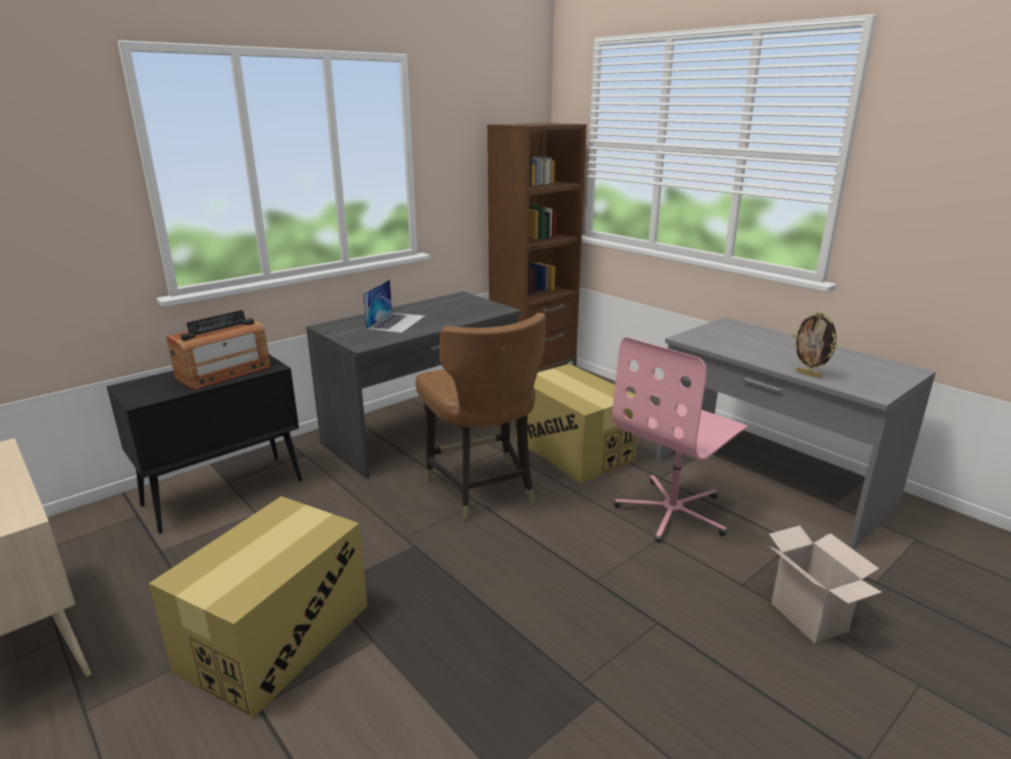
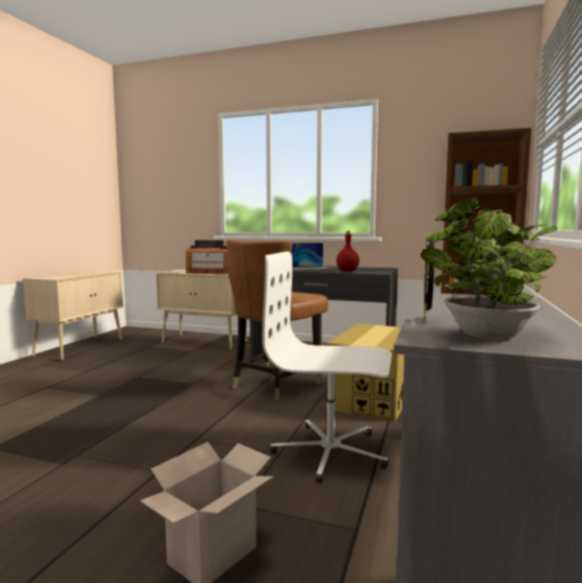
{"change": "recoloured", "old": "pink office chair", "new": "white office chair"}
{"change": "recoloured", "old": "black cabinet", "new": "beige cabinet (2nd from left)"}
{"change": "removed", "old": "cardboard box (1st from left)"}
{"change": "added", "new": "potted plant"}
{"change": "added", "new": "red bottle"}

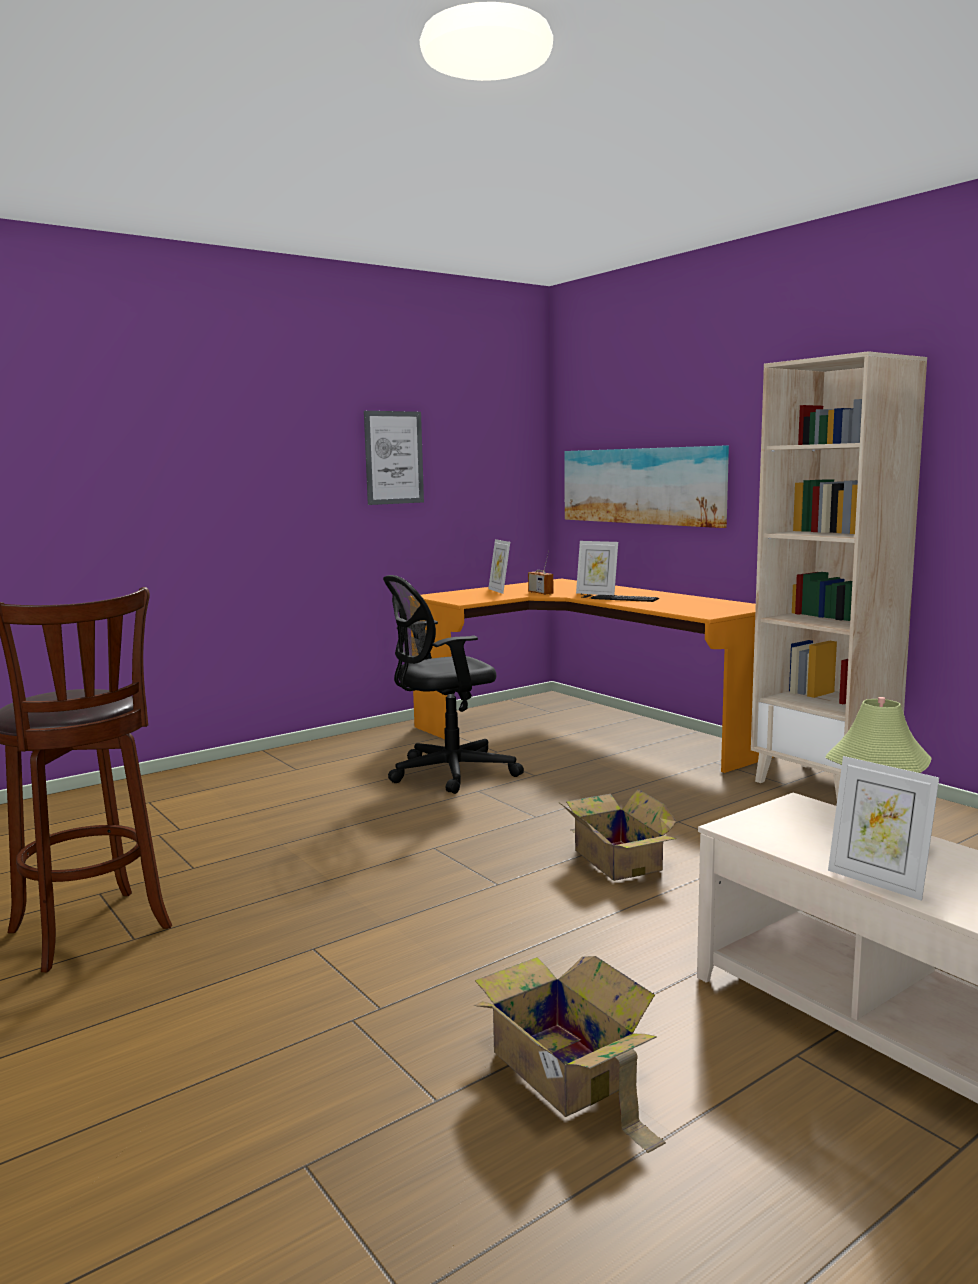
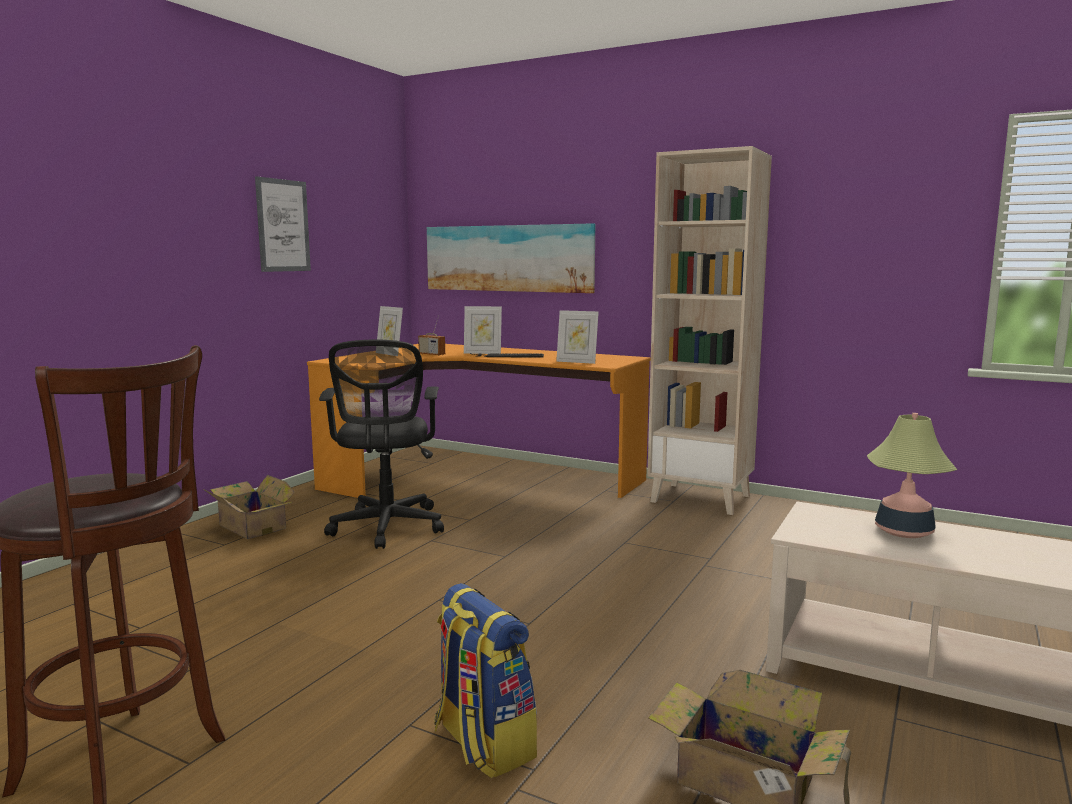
{"change": "turned", "old": "black office chair", "degrees": -45}
{"change": "moved", "old": "picture frame (3rd from left)"}
{"change": "moved", "old": "cardboard box (2nd from left in the first image)", "new": "cardboard box (1st from left)"}
{"change": "added", "new": "backpack"}

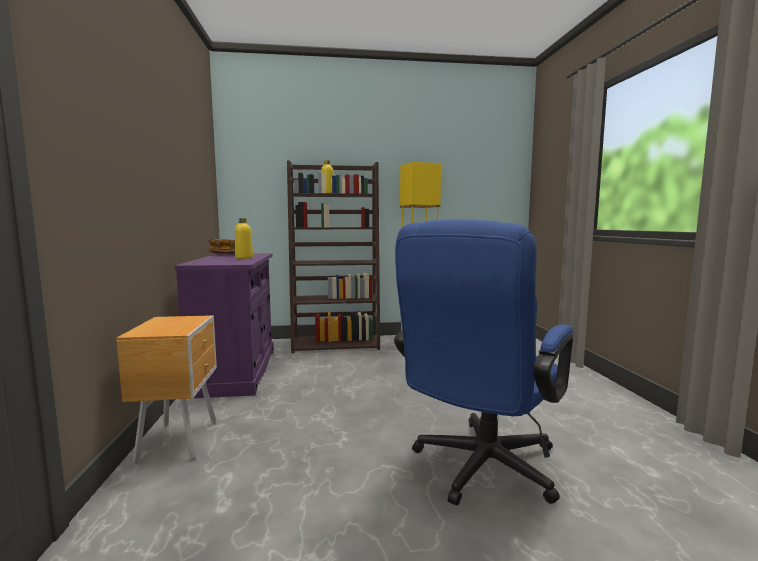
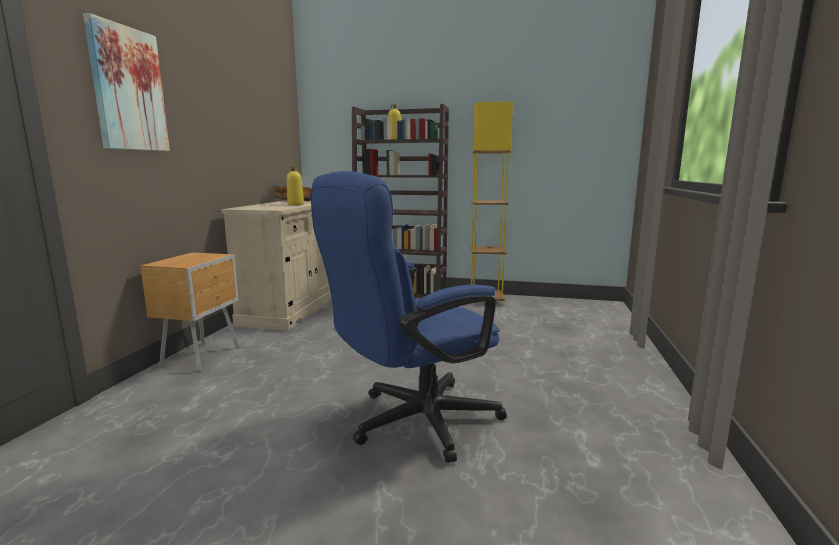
{"change": "recoloured", "old": "purple cabinet", "new": "beige cabinet"}
{"change": "added", "new": "picture"}

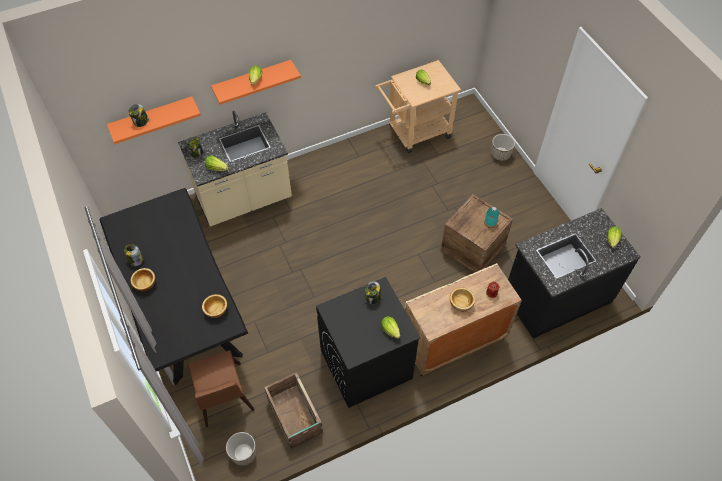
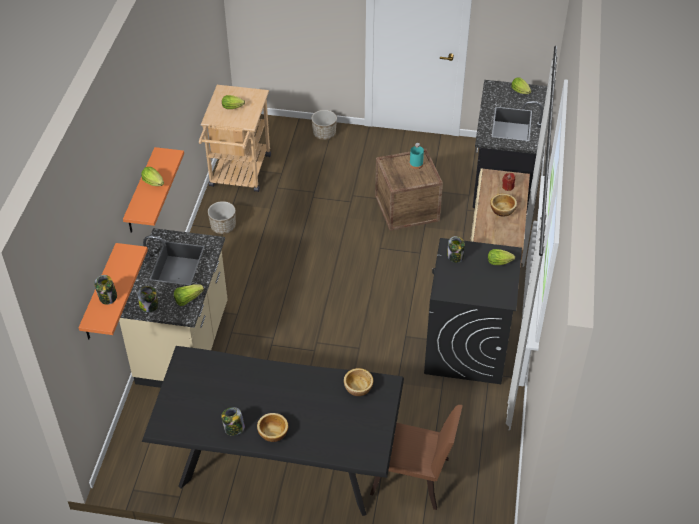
{"change": "removed", "old": "crate (1st from left)"}
{"change": "moved", "old": "planter (1st from left)"}

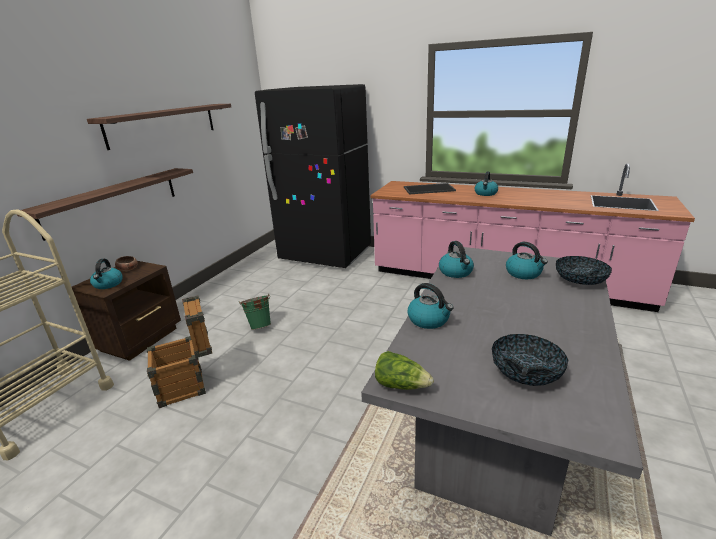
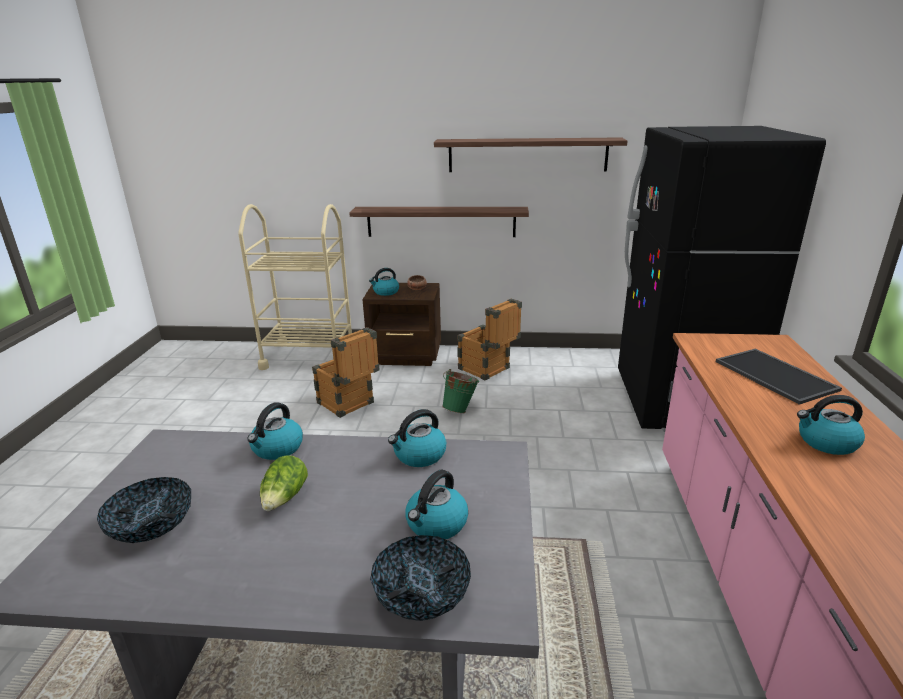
{"change": "moved", "old": "lettuce"}
{"change": "added", "new": "crate (2nd from left)"}

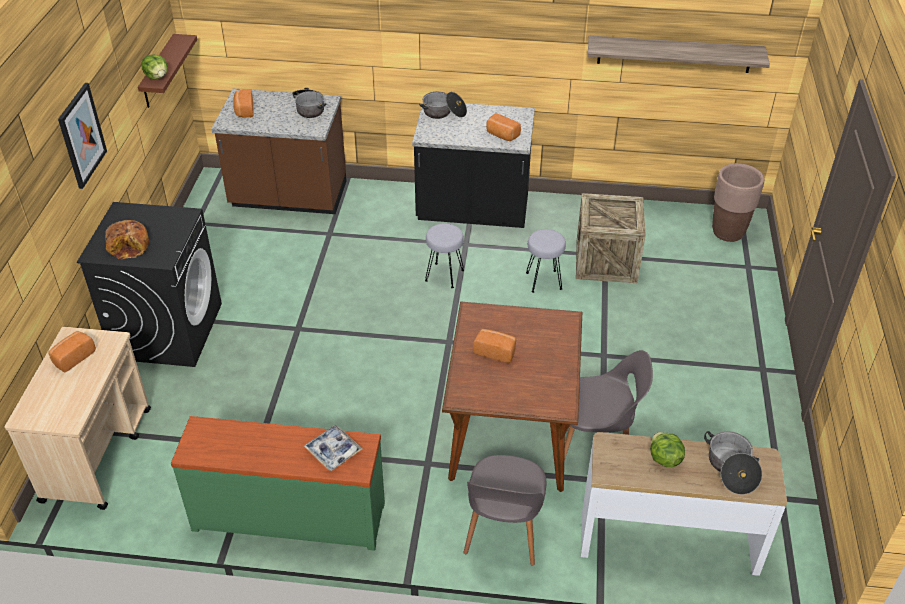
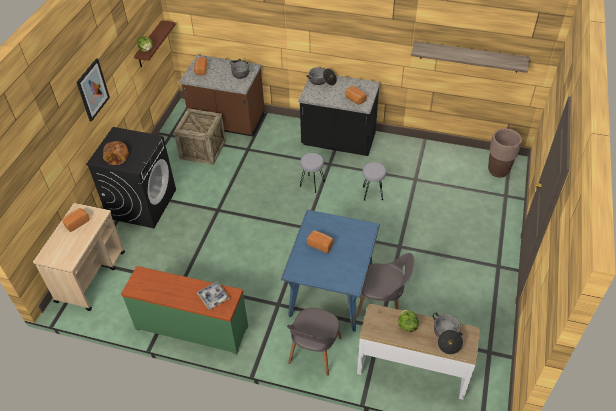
{"change": "moved", "old": "crate"}
{"change": "recoloured", "old": "brown dining table", "new": "blue dining table"}

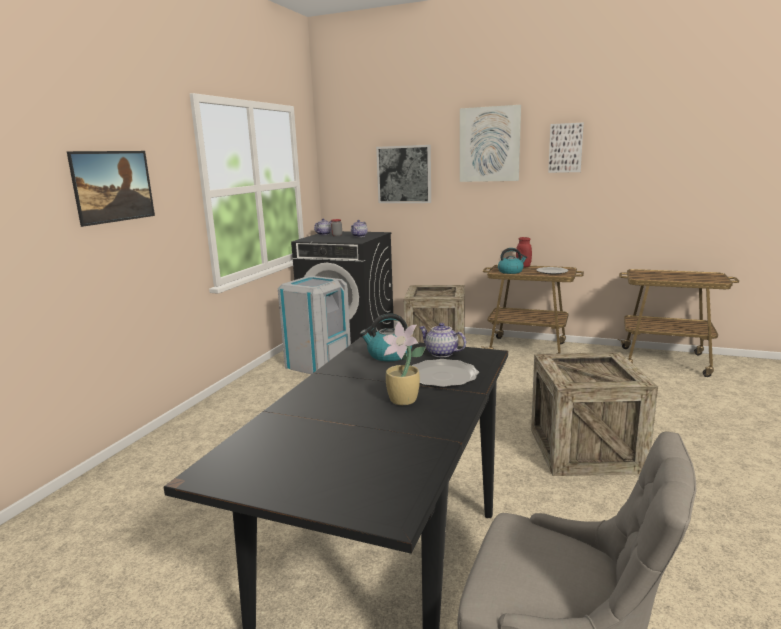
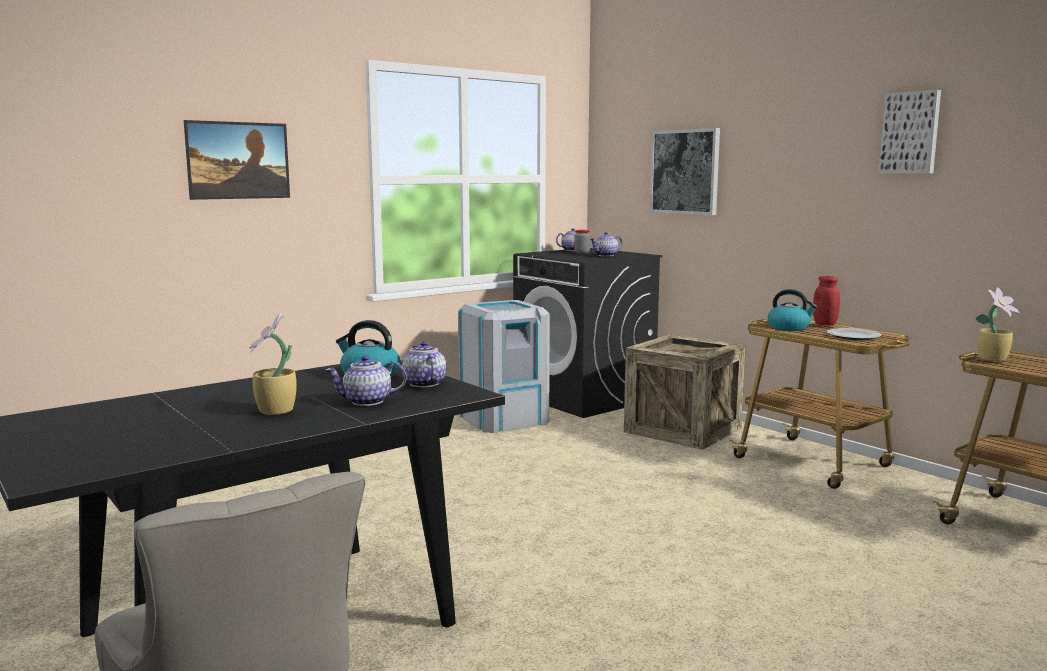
{"change": "removed", "old": "picture (3rd from left)"}
{"change": "removed", "old": "crate (2nd from left)"}
{"change": "replaced", "old": "plate (1st from left)", "new": "teapot (1st from left)"}
{"change": "added", "new": "potted plant (2nd from left)"}

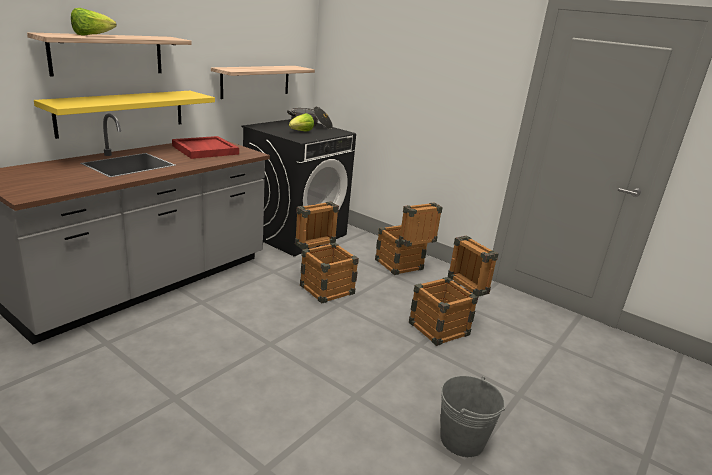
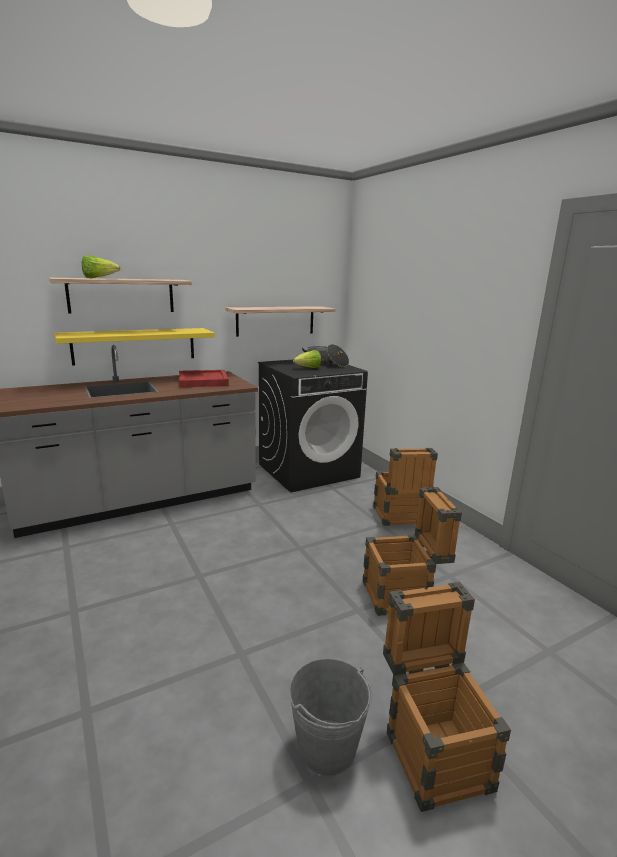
{"change": "moved", "old": "crate (1st from left in the first image)", "new": "crate (3rd from left)"}

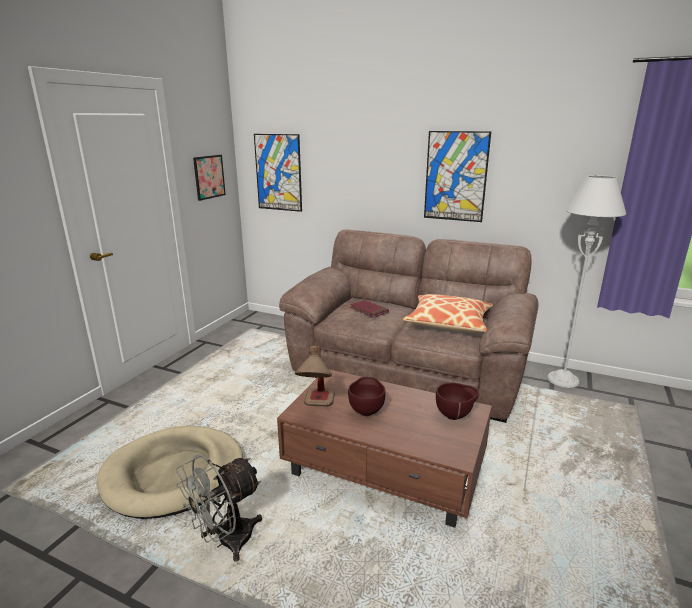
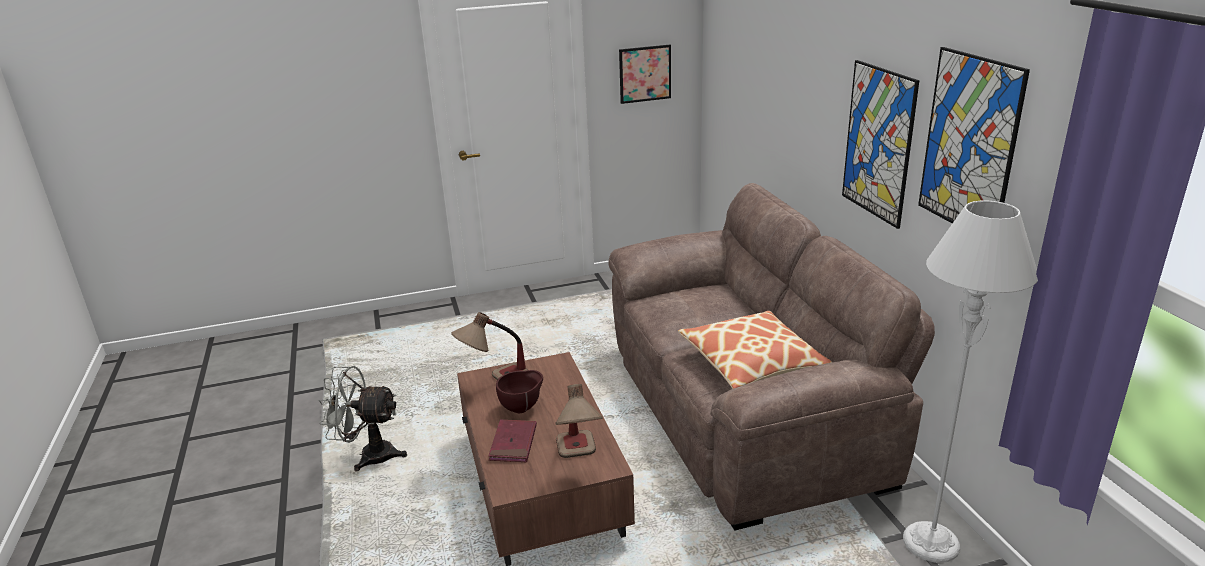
{"change": "moved", "old": "picture (2nd from left in the first image)", "new": "picture (3rd from left)"}
{"change": "moved", "old": "red book"}
{"change": "replaced", "old": "brown bowl (2nd from left)", "new": "table lamp (2nd from left)"}
{"change": "removed", "old": "beige dog bed"}

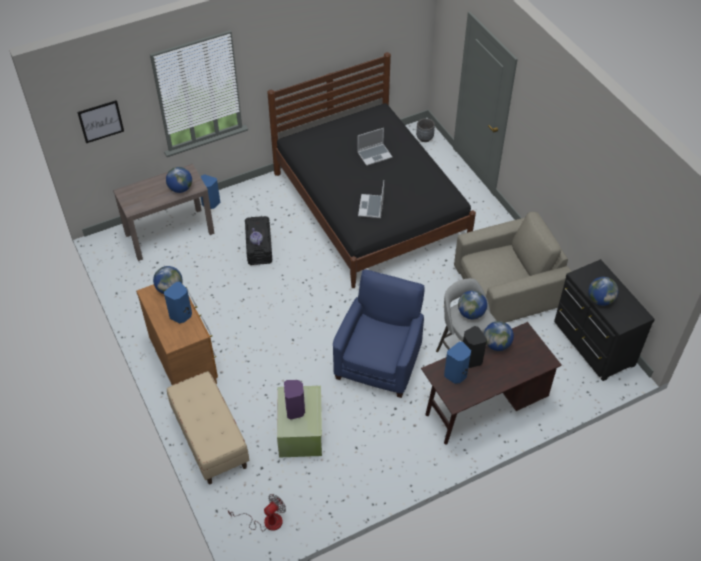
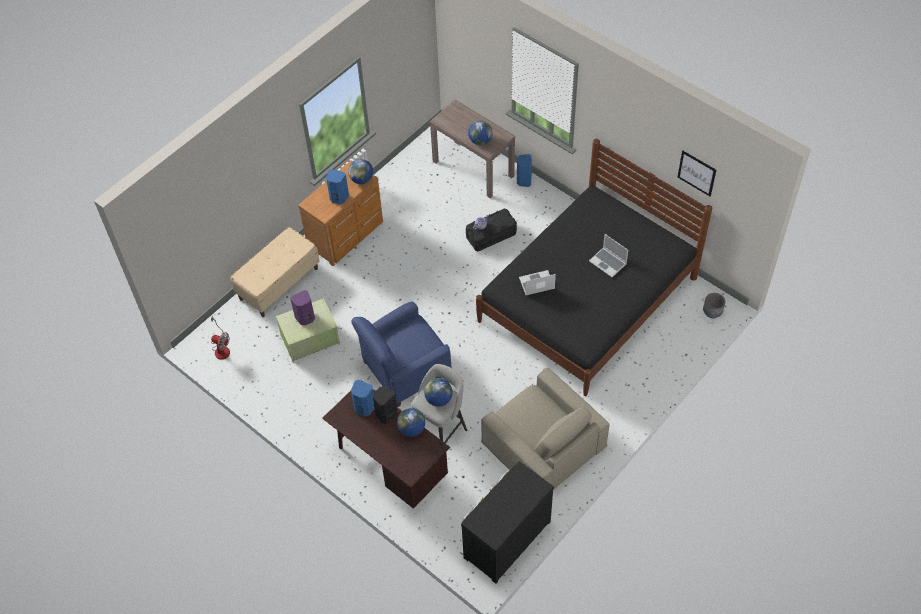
{"change": "moved", "old": "picture"}
{"change": "turned", "old": "blue armchair", "degrees": 150}
{"change": "removed", "old": "globe (5th from left)"}

